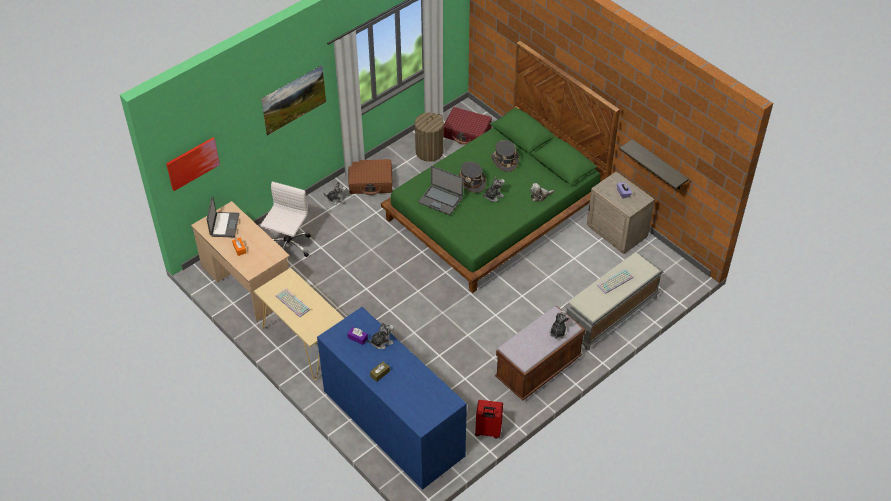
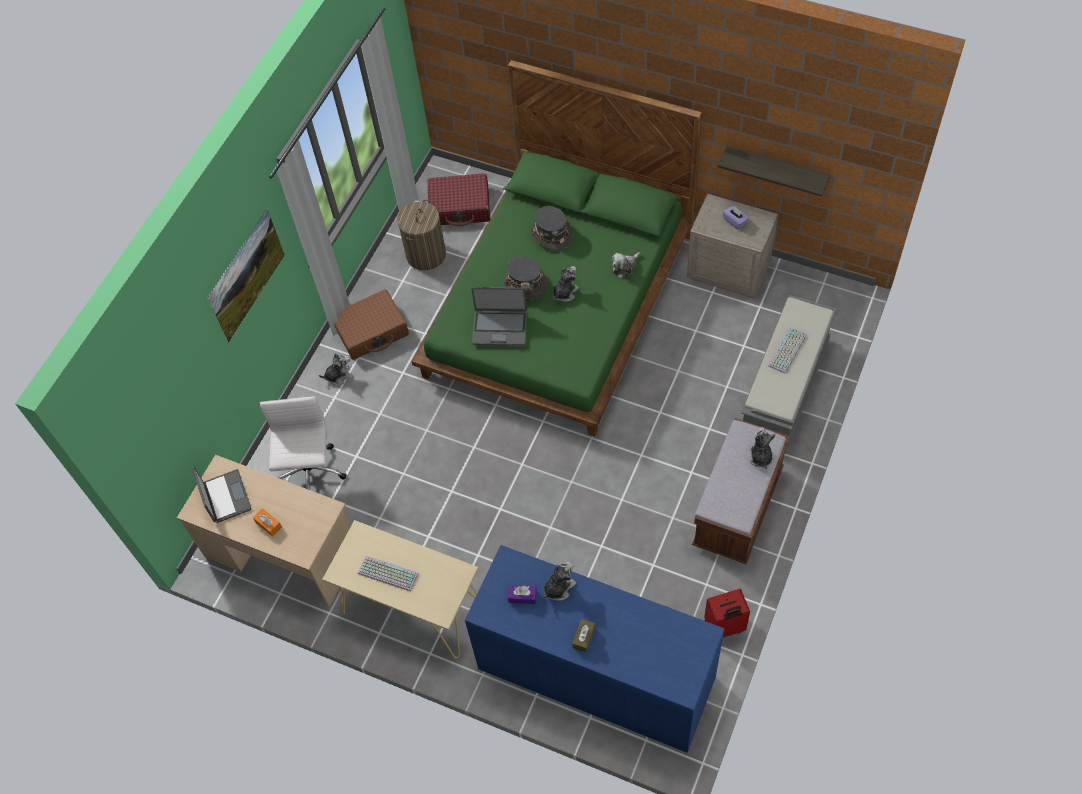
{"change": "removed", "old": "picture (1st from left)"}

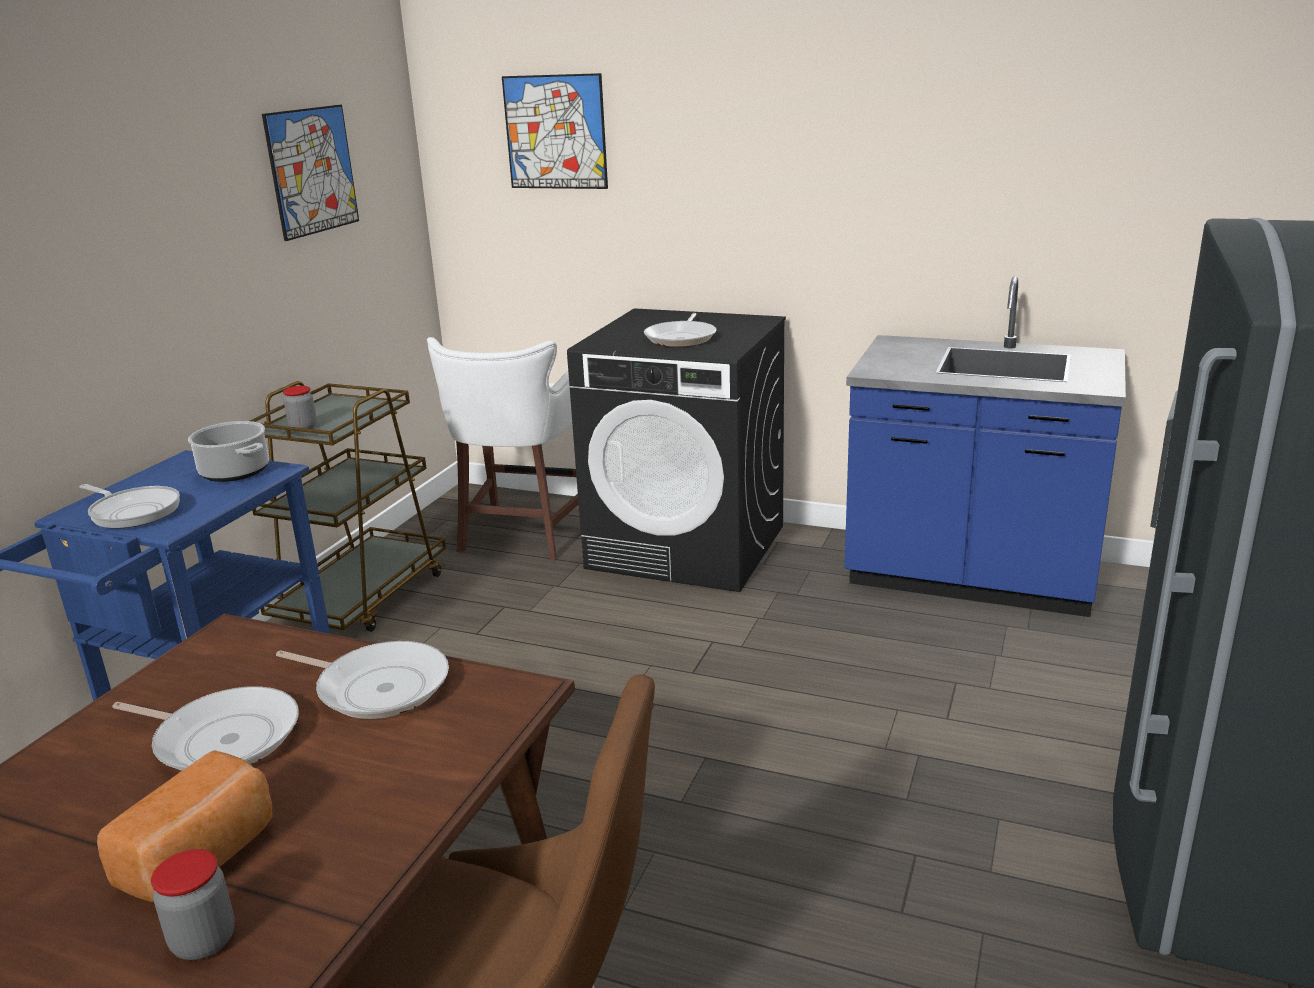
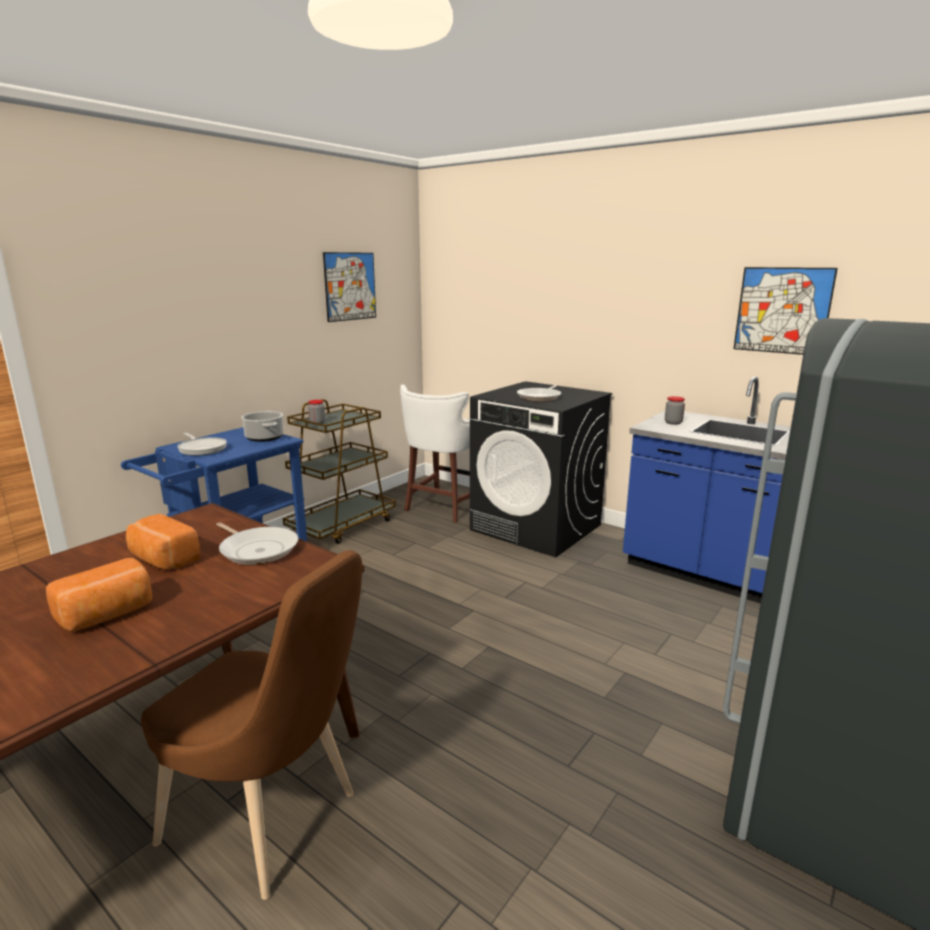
{"change": "moved", "old": "picture (2nd from left)"}
{"change": "replaced", "old": "frying pan (2nd from left)", "new": "bread (2nd from left)"}
{"change": "moved", "old": "jar (1st from left in the first image)", "new": "jar (2nd from left)"}

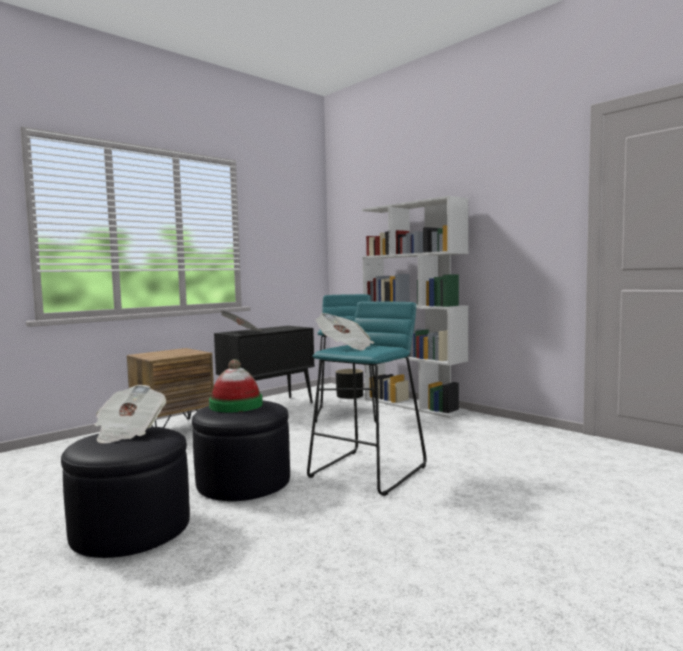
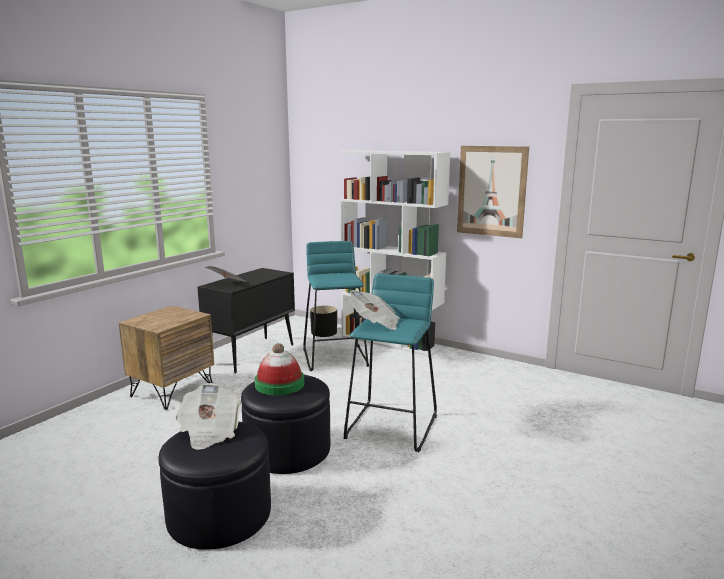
{"change": "added", "new": "picture"}

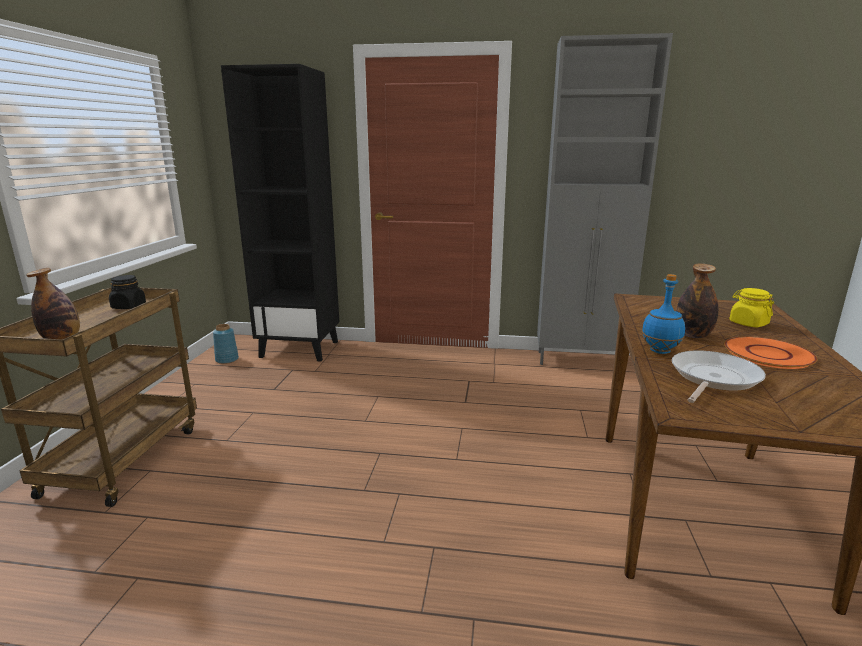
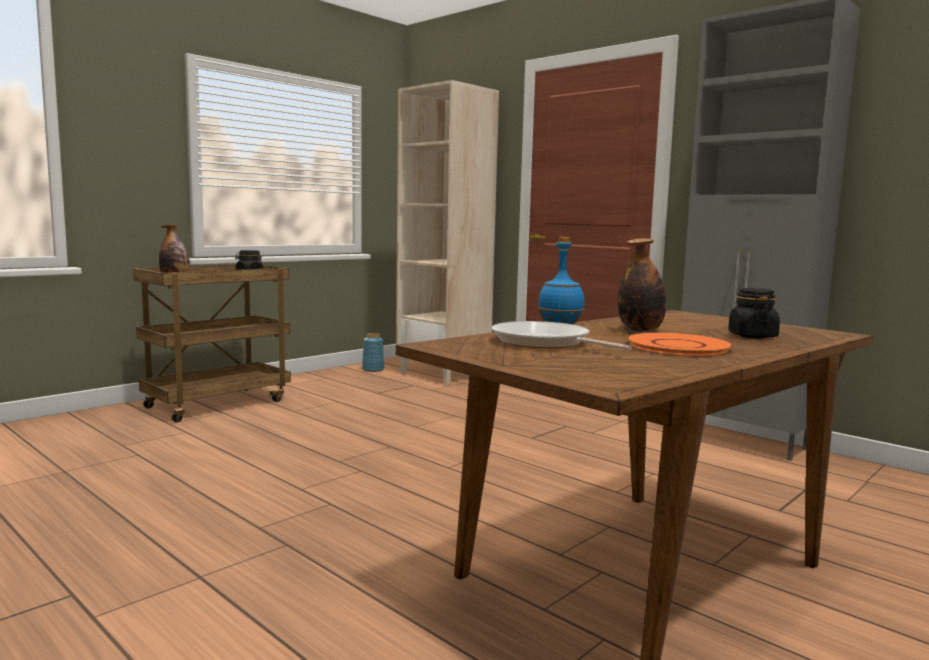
{"change": "recoloured", "old": "black bookcase", "new": "beige bookcase"}
{"change": "recoloured", "old": "yellow jar", "new": "black jar (2nd from left)"}
{"change": "turned", "old": "frying pan", "degrees": -120}

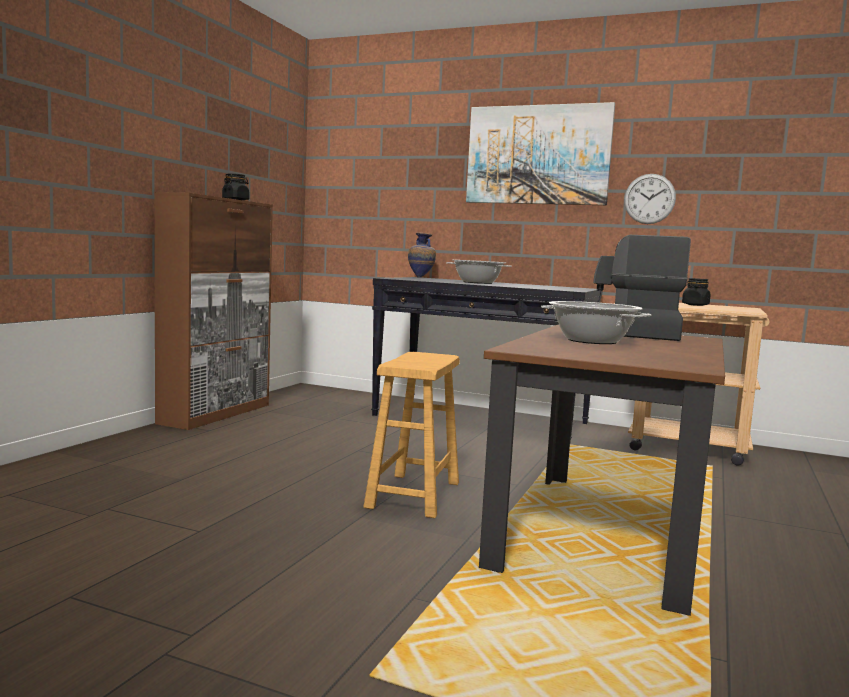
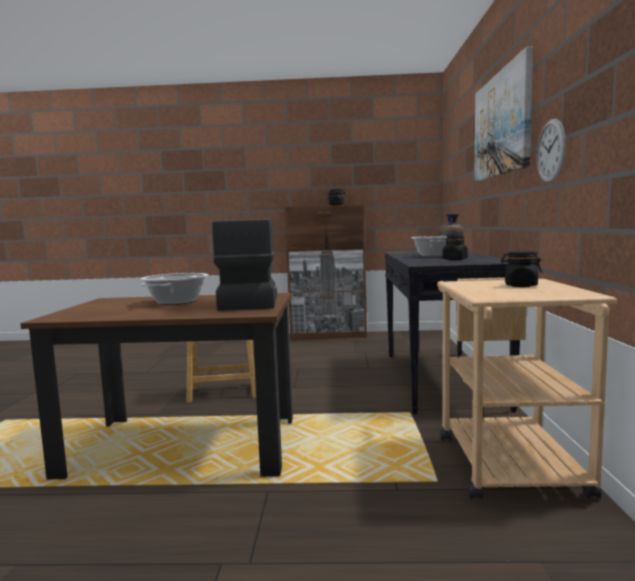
{"change": "added", "new": "black jar (2nd from left)"}

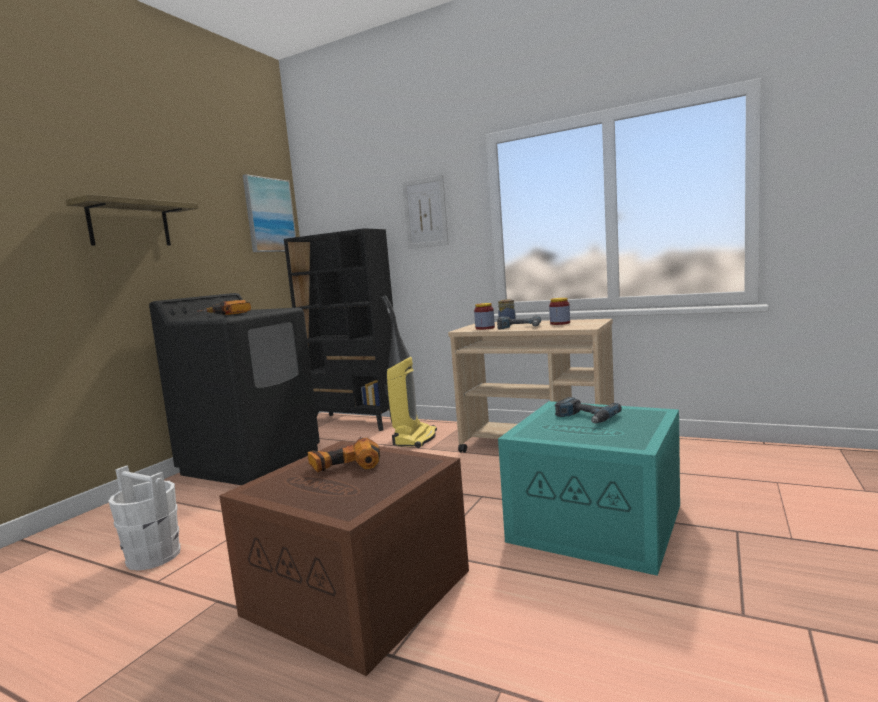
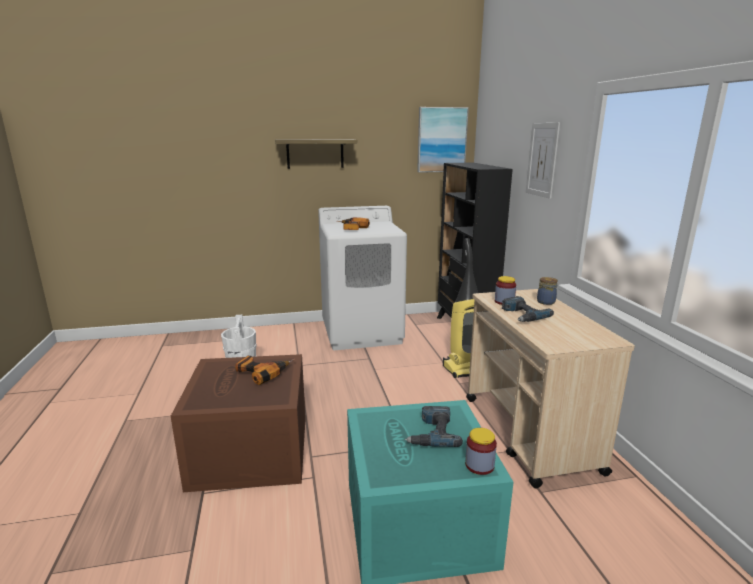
{"change": "recoloured", "old": "black washing machine", "new": "white washing machine"}
{"change": "moved", "old": "jar (3rd from left in the first image)", "new": "jar (1st from left)"}

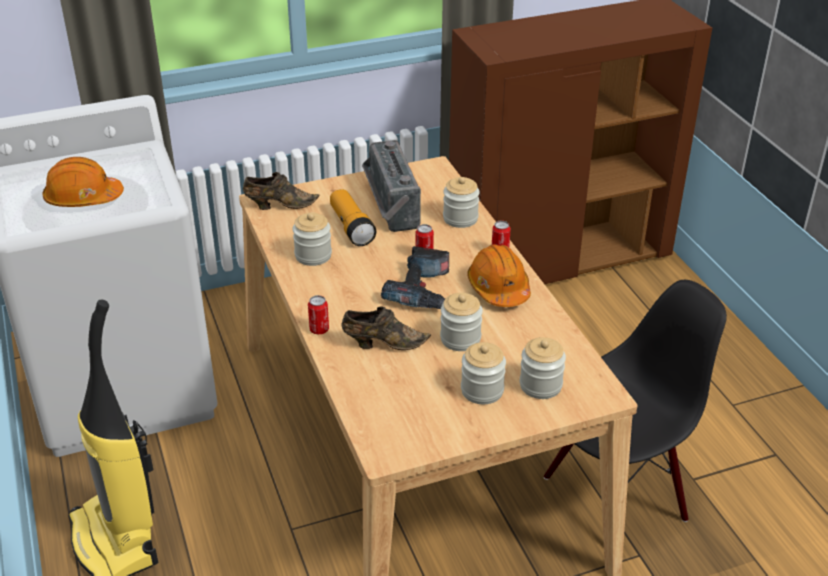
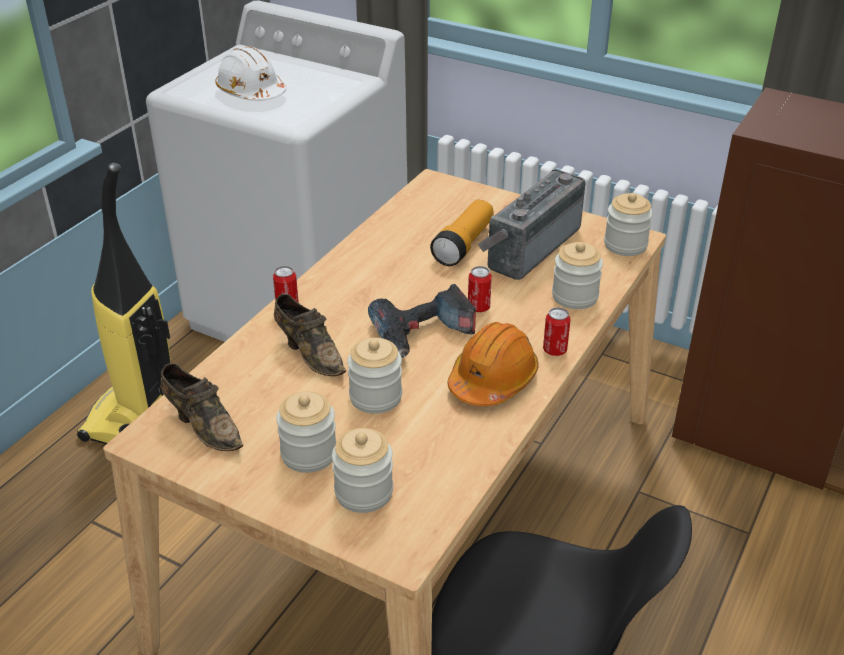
{"change": "recoloured", "old": "orange hard hat (1st from left)", "new": "white hard hat"}
{"change": "moved", "old": "brown shoe (1st from left)"}
{"change": "moved", "old": "jar (1st from left in the first image)", "new": "jar (5th from left)"}

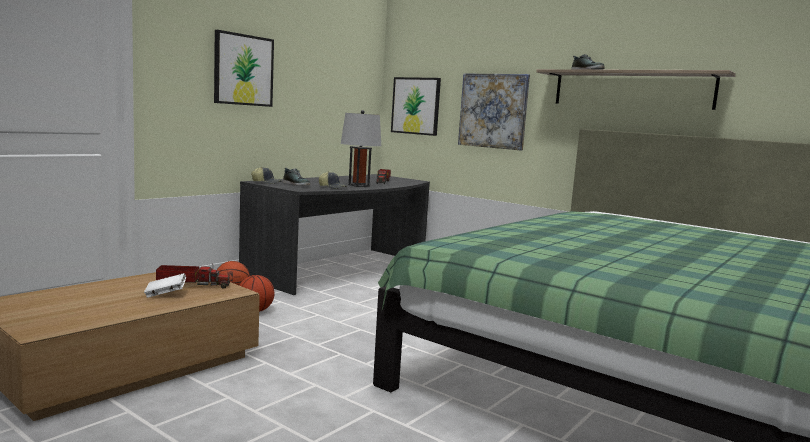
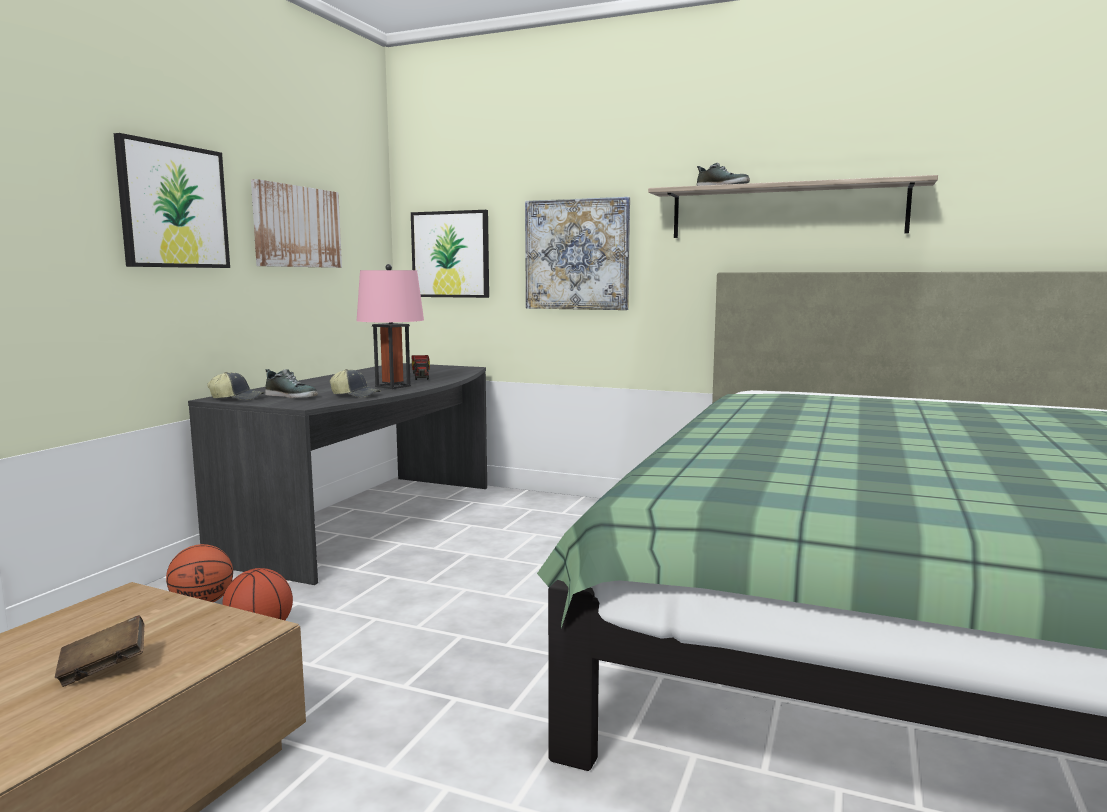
{"change": "recoloured", "old": "grey table lamp", "new": "pink table lamp"}
{"change": "removed", "old": "toy truck (1st from left)"}
{"change": "recoloured", "old": "white book", "new": "brown book"}
{"change": "added", "new": "picture (2nd from left)"}

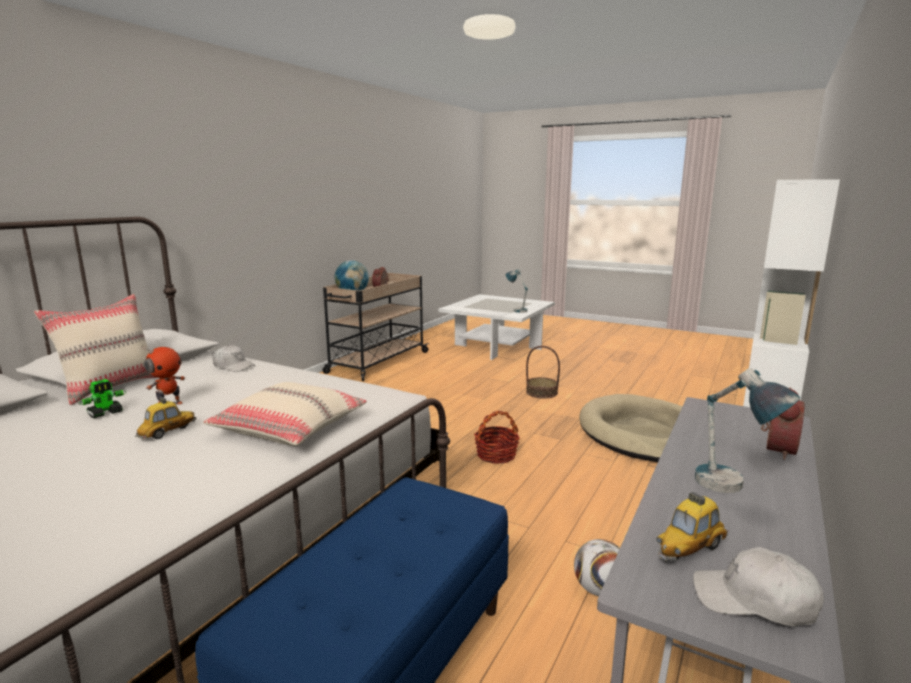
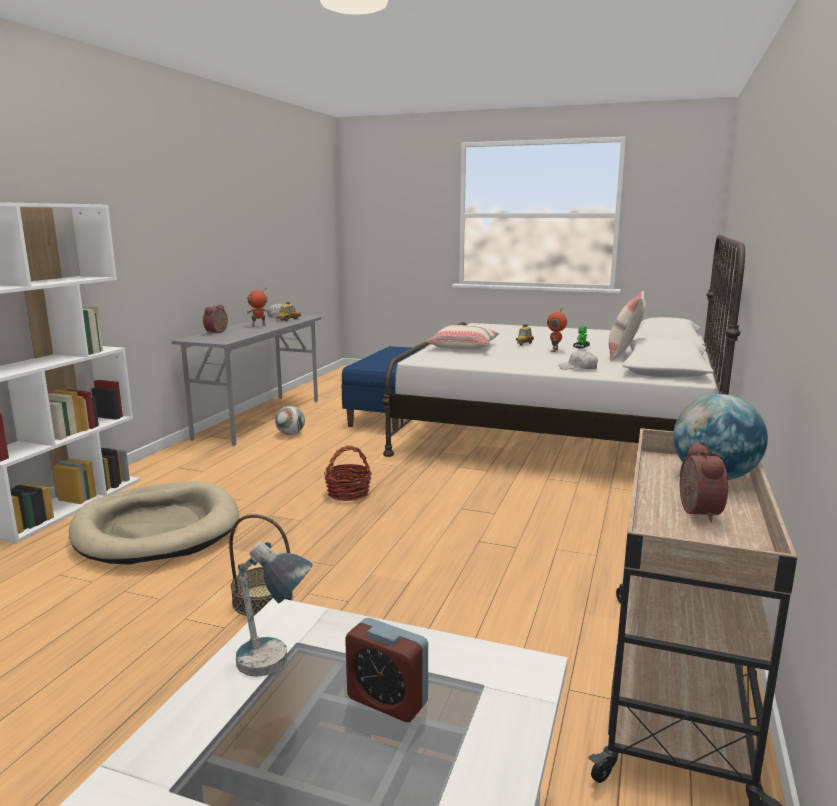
{"change": "replaced", "old": "table lamp (2nd from left)", "new": "toy robot (1st from left)"}
{"change": "added", "new": "alarm clock (2nd from left)"}

